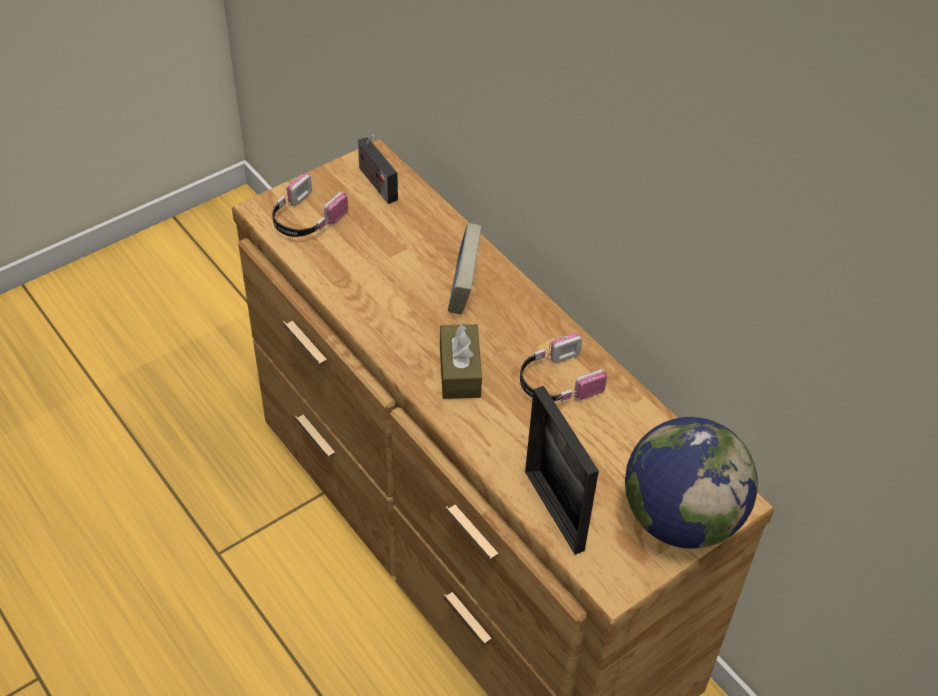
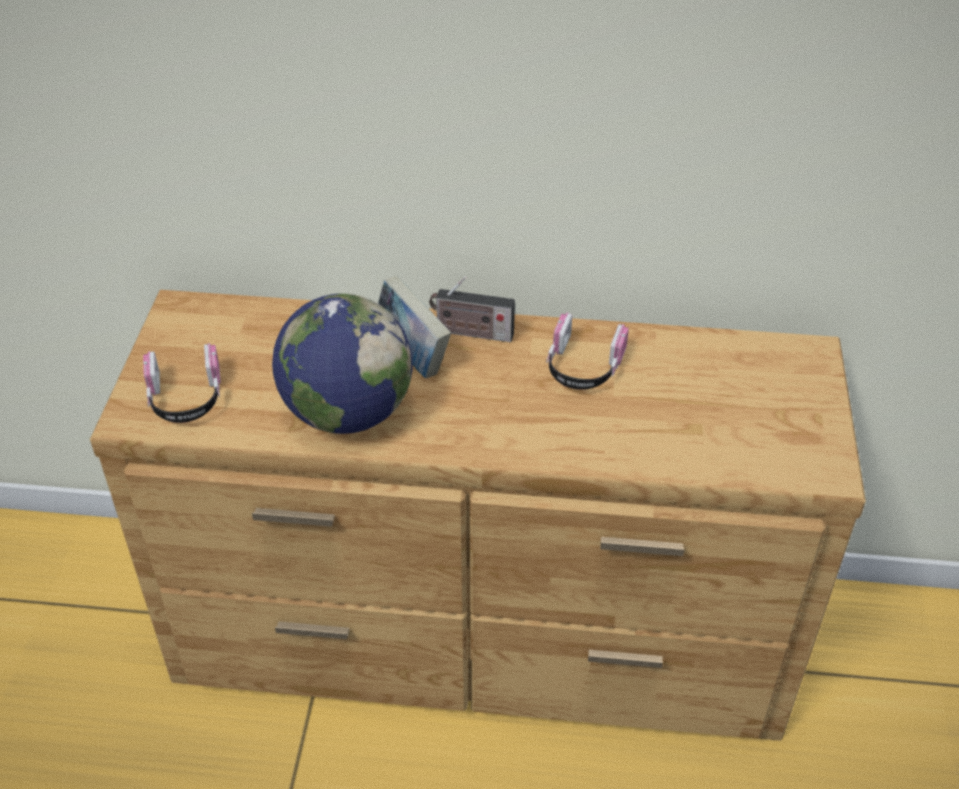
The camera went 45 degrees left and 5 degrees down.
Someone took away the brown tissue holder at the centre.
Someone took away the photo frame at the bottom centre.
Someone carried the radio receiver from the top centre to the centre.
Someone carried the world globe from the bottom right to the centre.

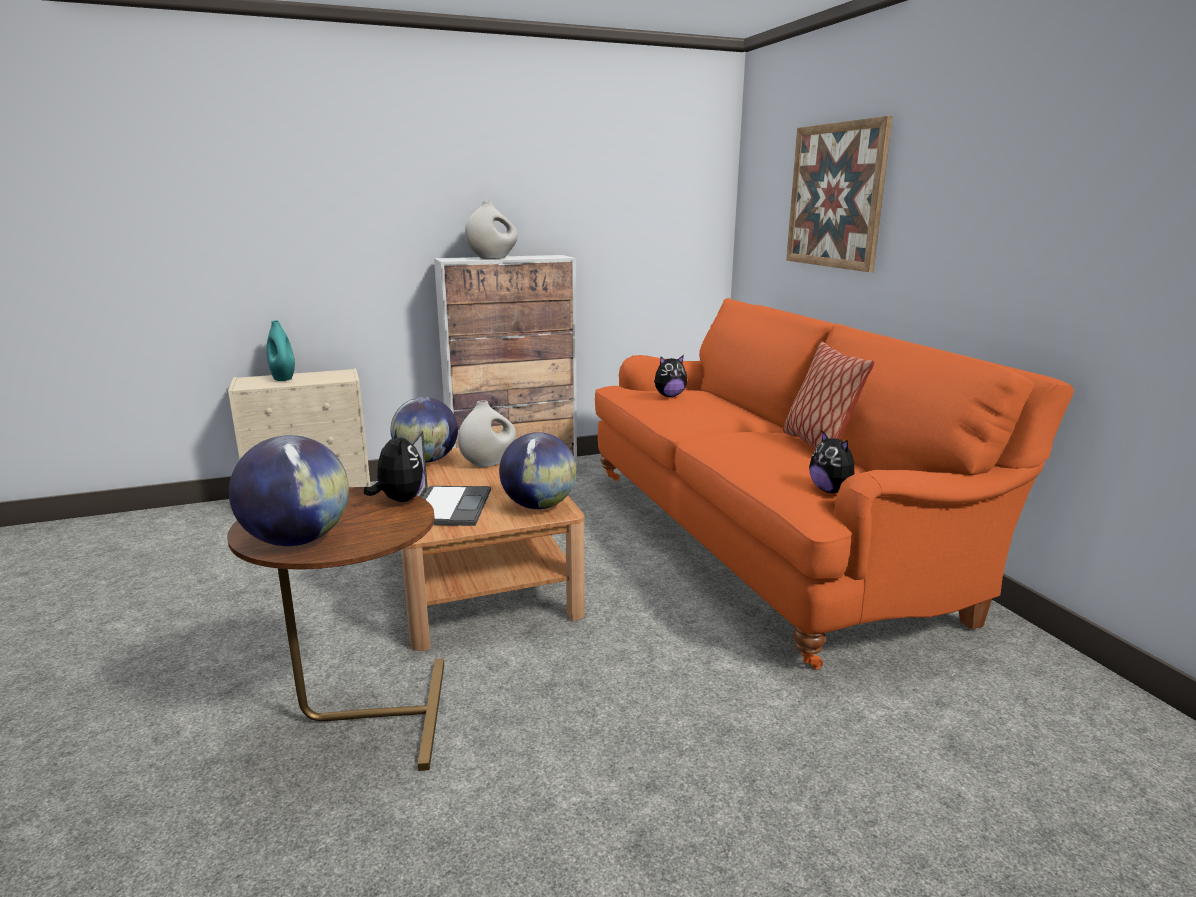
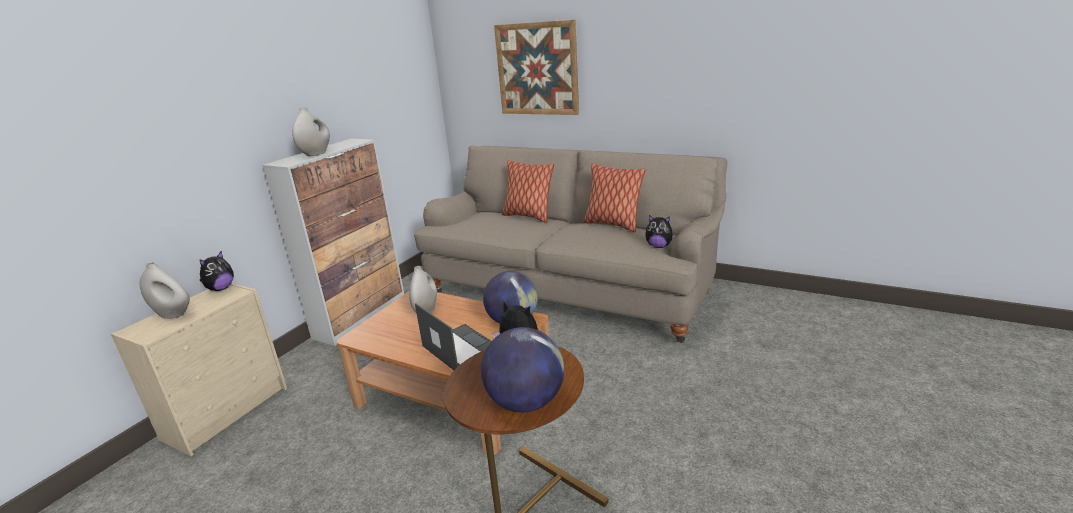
The camera went 40 degrees left and 5 degrees up.
Someone took away the world globe (2nd from left) at the centre.
Someone put down the throw pillow (1st from left) at the centre.
Someone carried the soft toy (2nd from left in the first image) from the centre to the middle left.
Someone repainted the turquoise vase at the middle left, which became the white-coloured vase (1st from left) at the middle left.
Someone repainted the orange settee at the middle right, which became the beige settee at the centre.

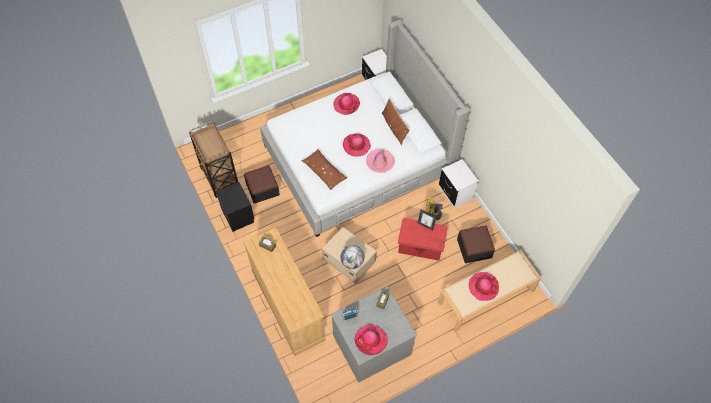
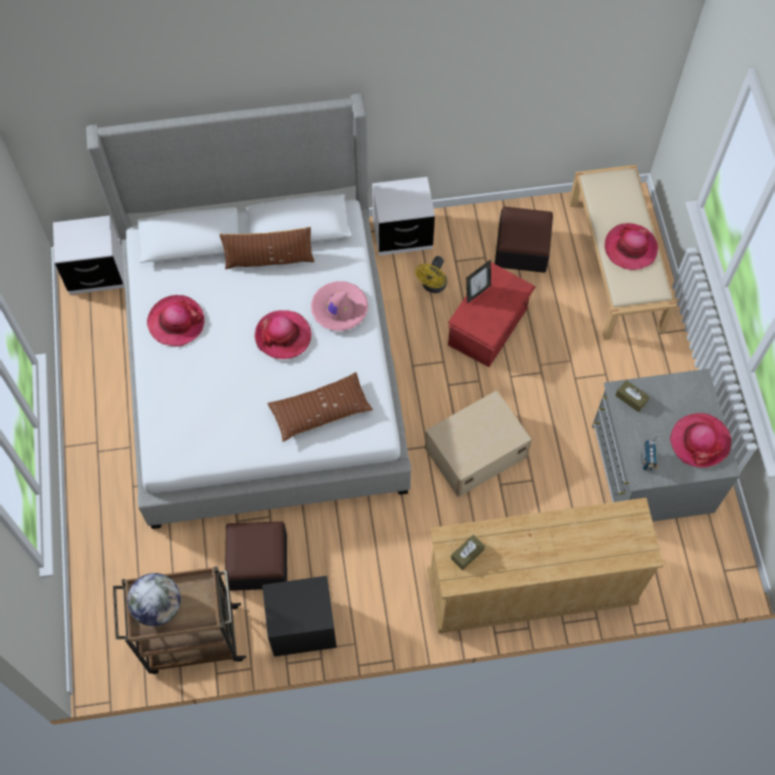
The camera went 70 degrees left and 5 degrees up.
Someone carried the world globe from the centre to the bottom left.

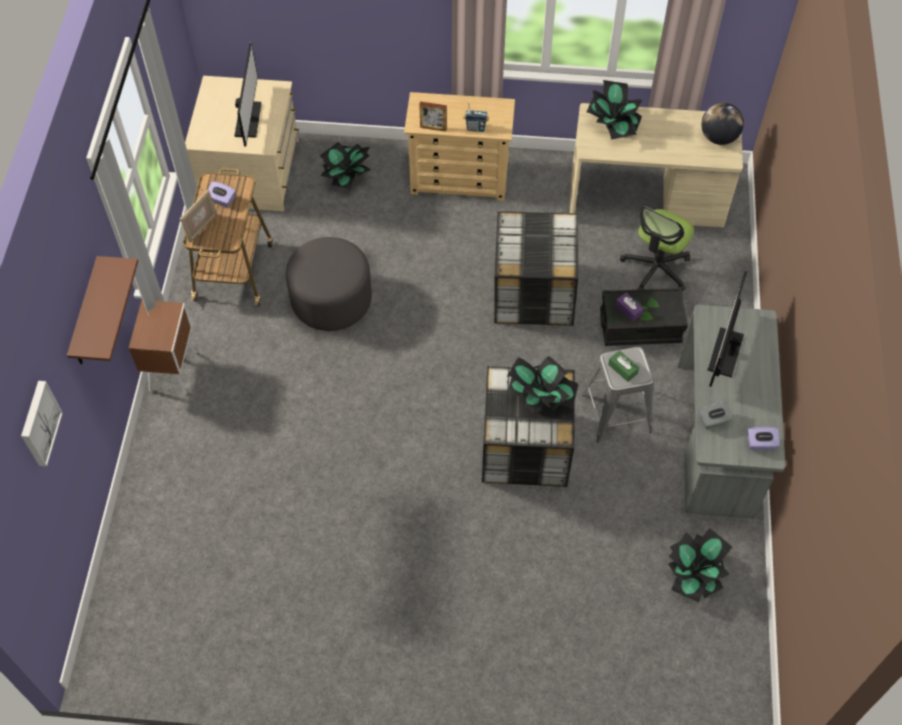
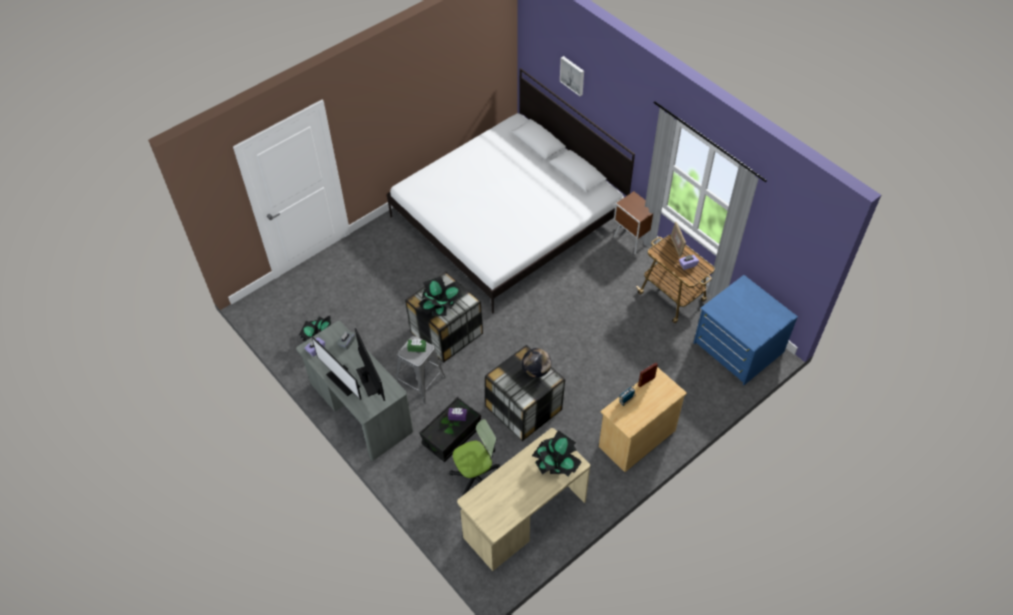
The camera went 135 degrees right and 5 degrees down.
Someone took away the brown bracket shelf at the middle left.
Someone took away the gray pouffe at the centre.
Someone took away the houseplant (1st from left) at the top centre.
Someone put down the white-coloured bedroom bed at the top centre.
Someone carried the computer screen (1st from left) from the top left to the middle left.
Someone carried the world globe from the top right to the centre.
Someone repainted the beige chest of drawers (1st from left) at the top left, which became the blue-coloured chest of drawers at the middle right.
Someone rotated the office chair at the middle right by 75 degrees clockwise.

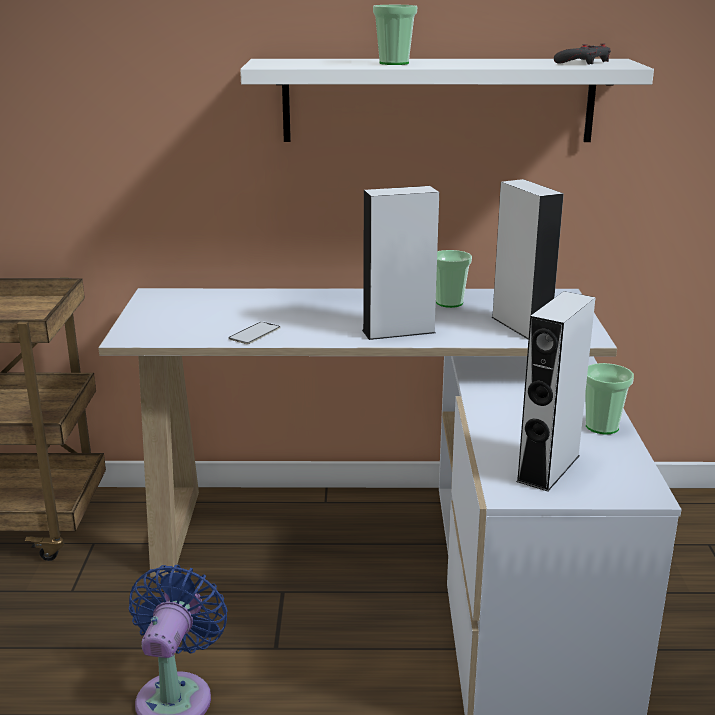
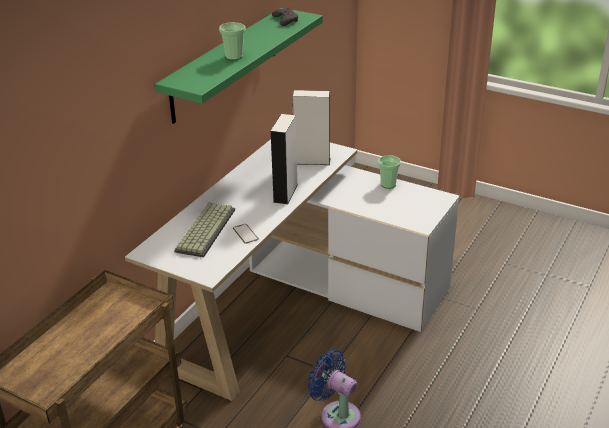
The camera went 60 degrees left and 10 degrees up.
Someone took away the drinking cup (2nd from left) at the centre.
Someone took away the gray speaker (3rd from left) at the middle right.
Someone put down the PC keyboard at the centre.
Someone repainted the white-coloured bracket shelf at the top centre, which became the greenish bracket shelf at the top centre.

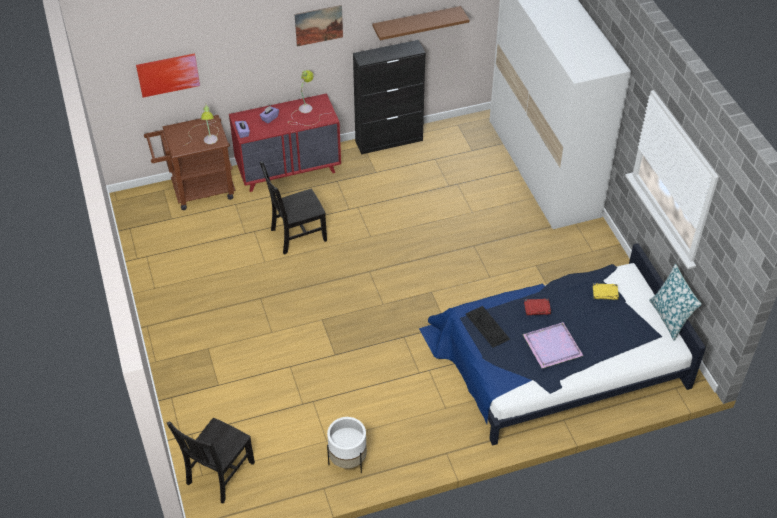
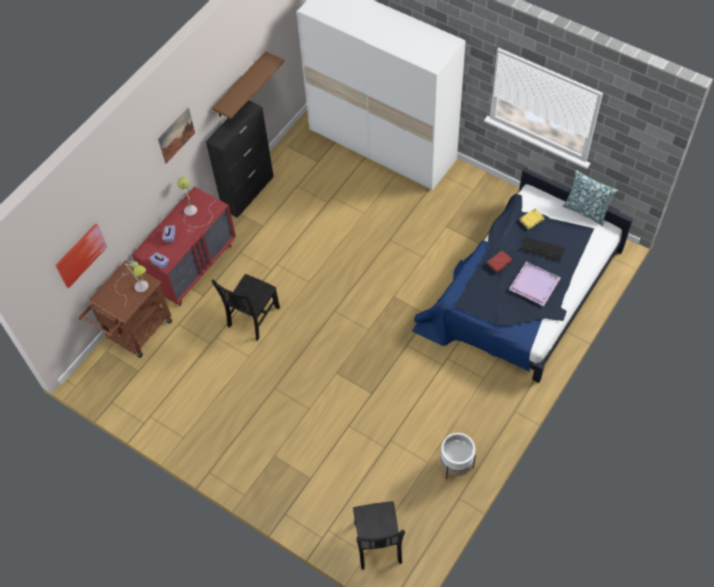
The camera went 35 degrees left and 10 degrees up.
Someone carried the PC keyboard from the centre to the middle right.

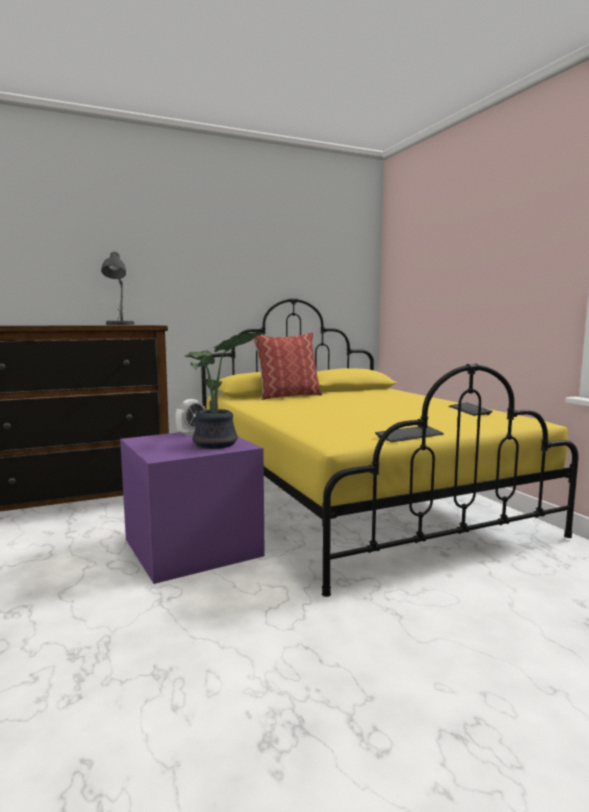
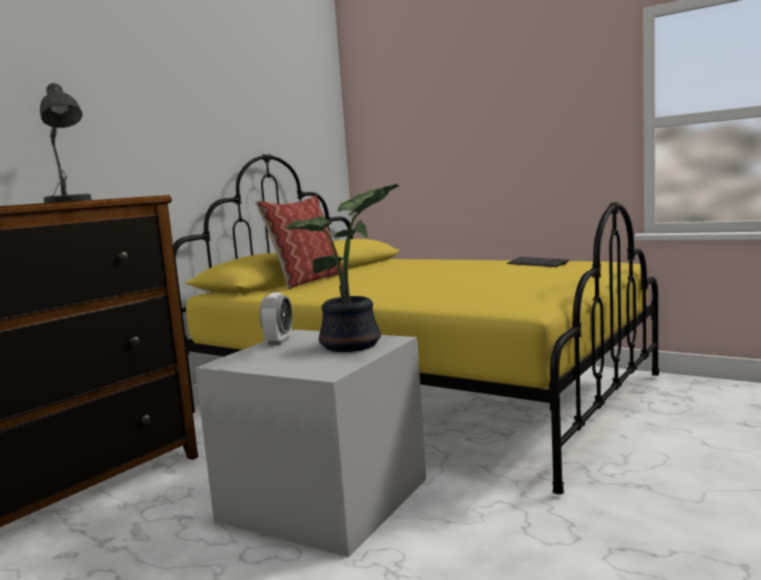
The camera went 30 degrees left and 0 degrees up.
Someone took away the PC keyboard (1st from left) at the middle right.
Someone repainted the purple-coloured storage box at the middle left, which became the gray storage box at the bottom centre.

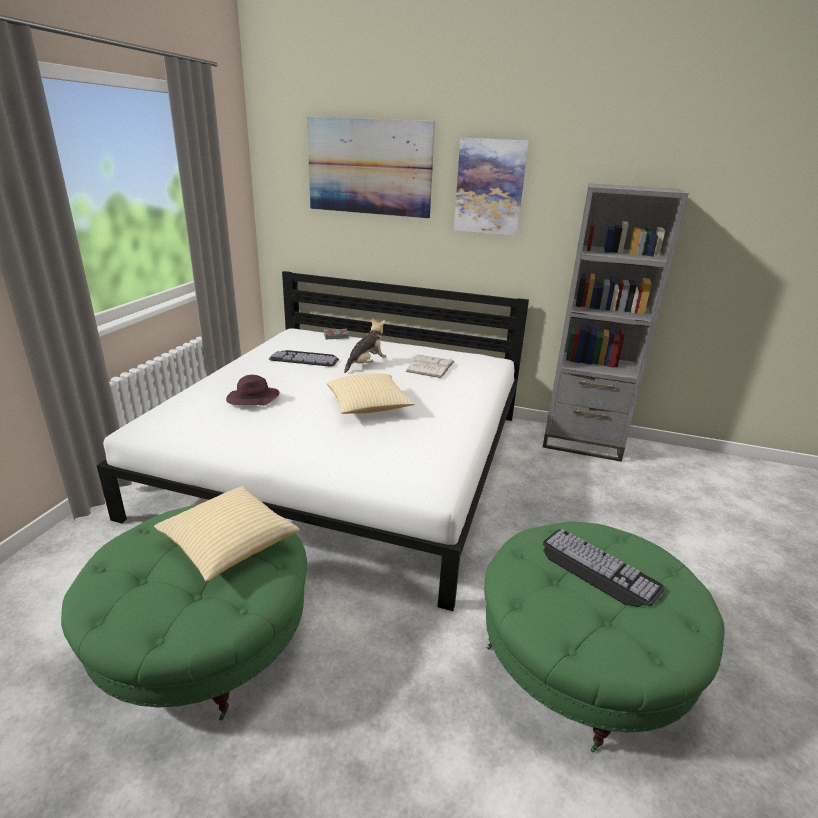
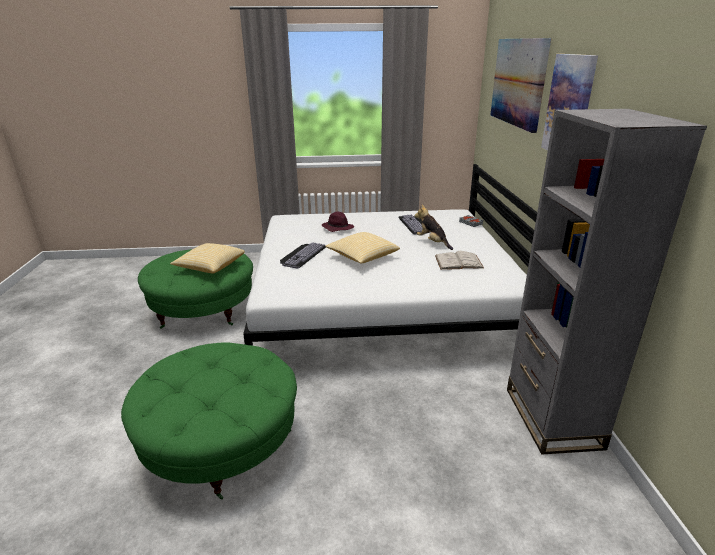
The camera went 70 degrees right and 0 degrees up.
Someone carried the PC keyboard (2nd from left in the first image) from the bottom right to the centre.
Someone rotated the soft toy at the centre by 150 degrees counterclockwise.

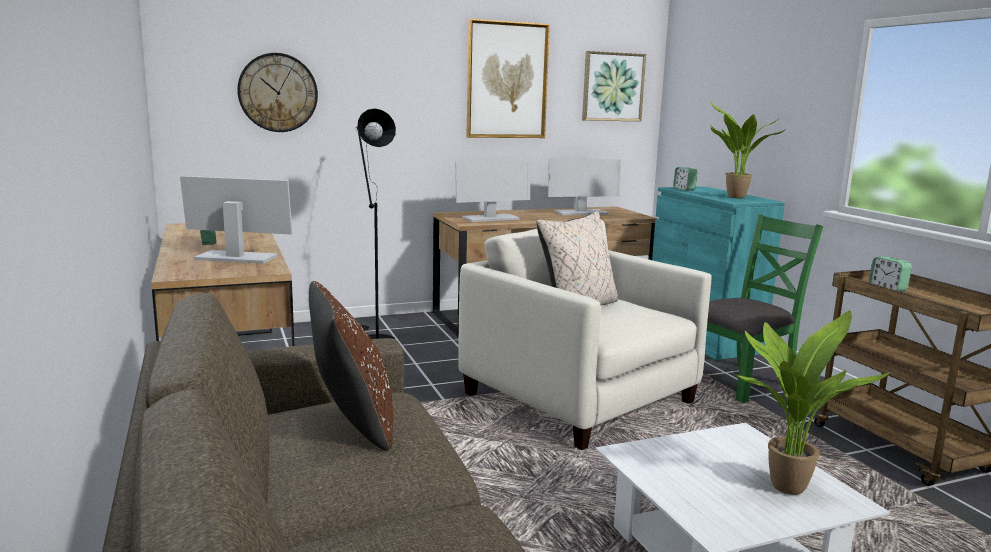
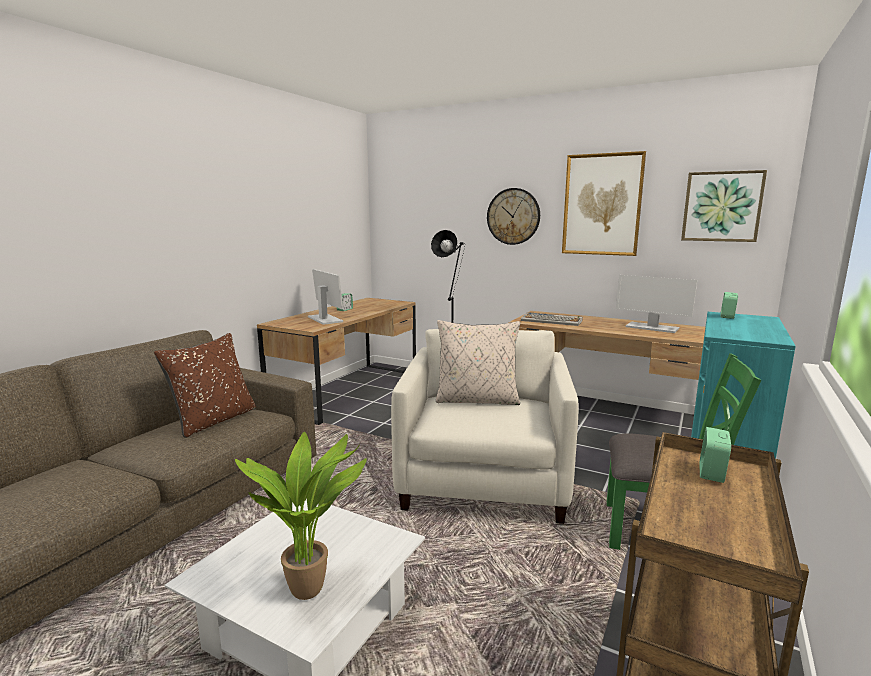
The camera went 50 degrees right and 0 degrees up.
Someone took away the houseplant (1st from left) at the top right.
Someone carried the wall clock from the top left to the top centre.
Someone swapped the computer screen (2nd from left) at the centre for the PC keyboard at the centre.

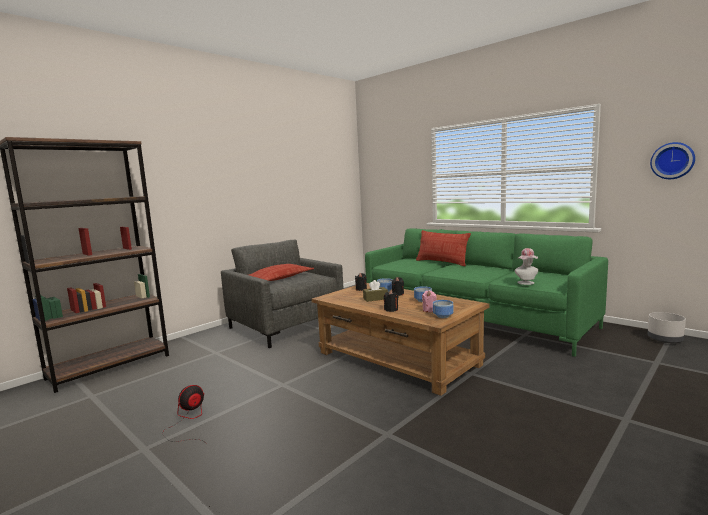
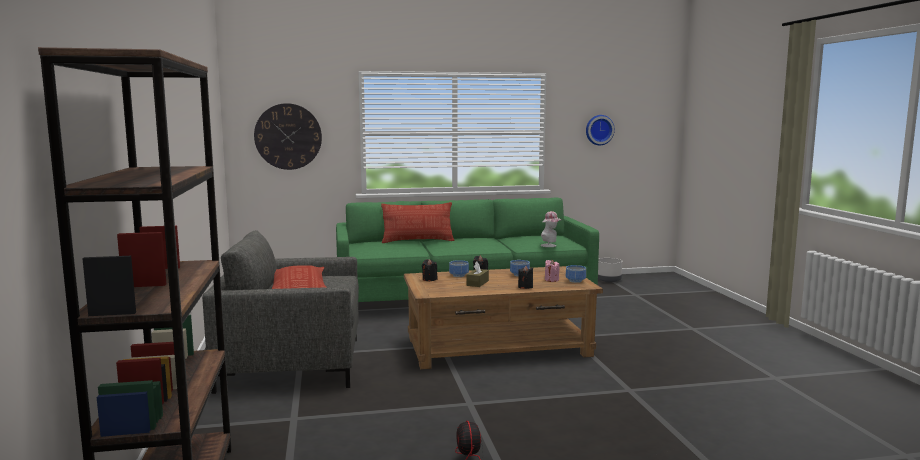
The camera went 55 degrees left and 0 degrees up.
Someone put up the wall clock (1st from left) at the top left.

